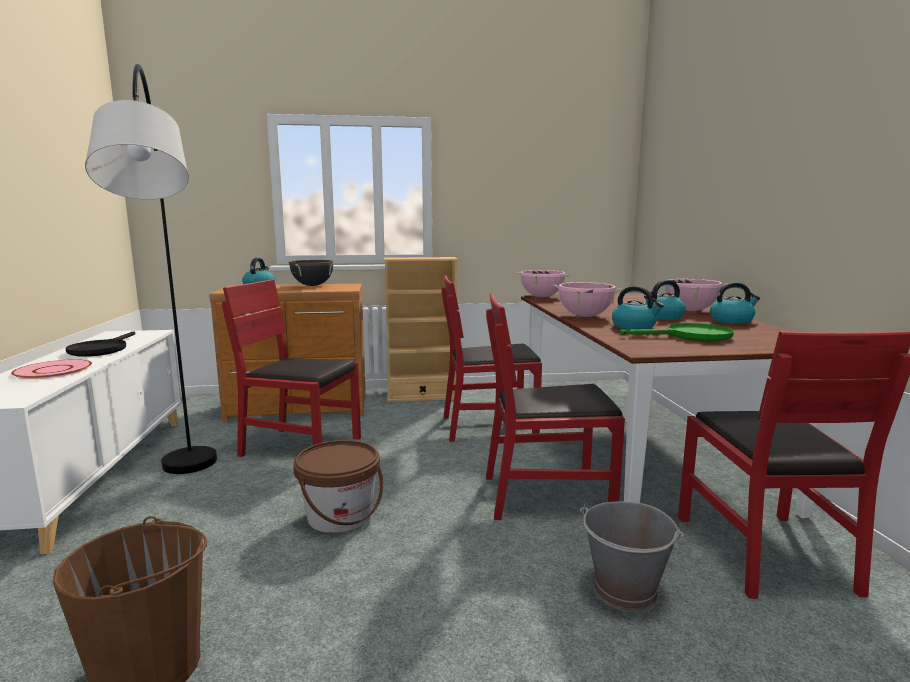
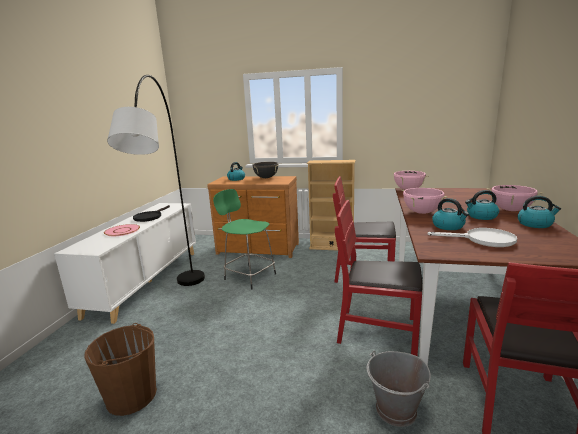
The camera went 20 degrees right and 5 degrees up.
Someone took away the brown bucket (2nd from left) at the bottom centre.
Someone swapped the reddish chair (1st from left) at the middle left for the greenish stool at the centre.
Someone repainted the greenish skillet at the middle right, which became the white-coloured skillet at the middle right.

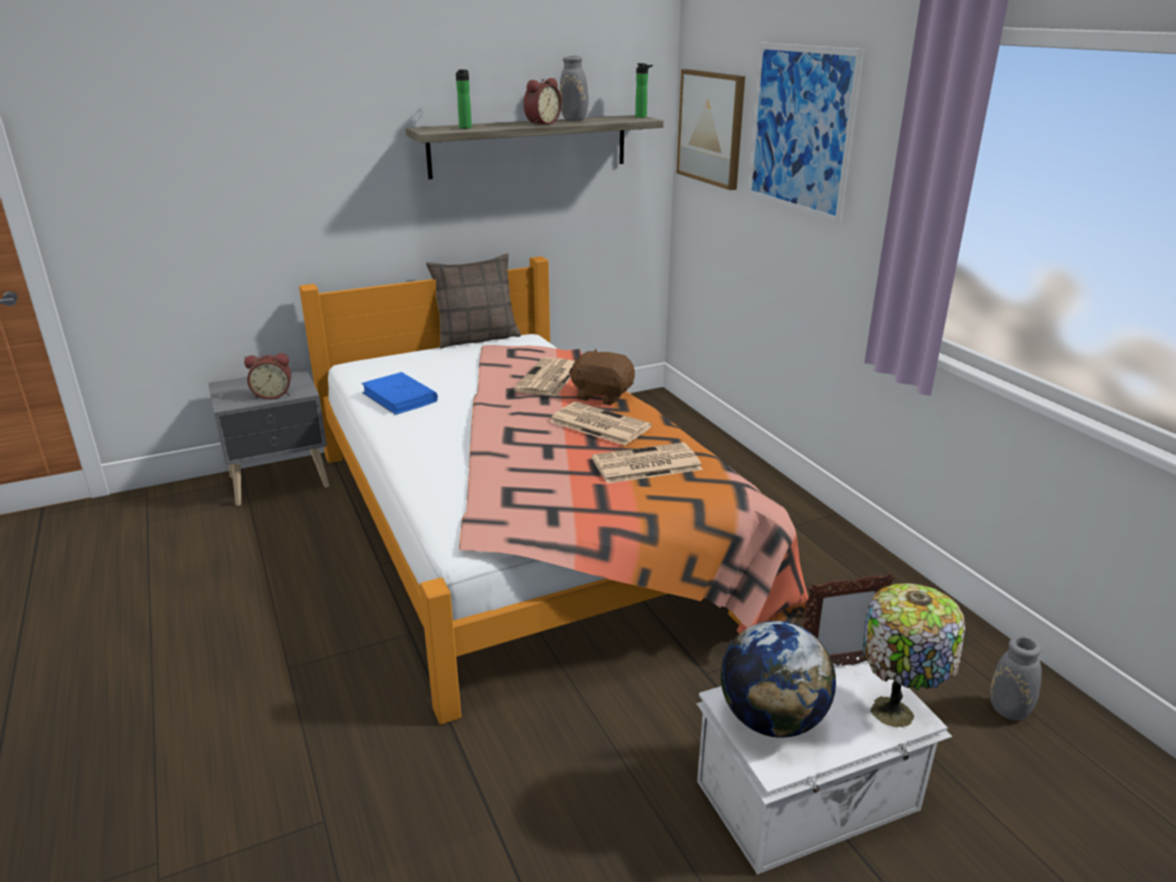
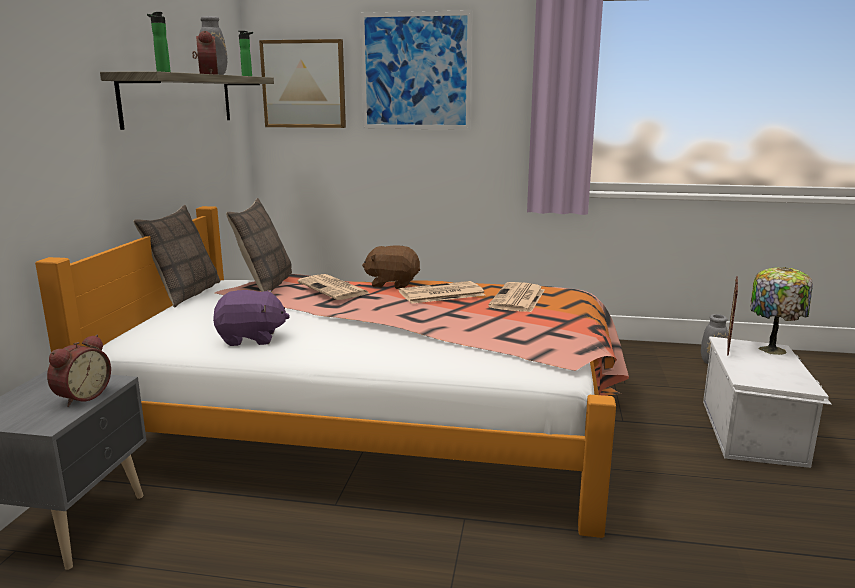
The camera went 55 degrees left and 10 degrees down.
Someone took away the world globe at the bottom centre.
Someone put down the throw pillow (2nd from left) at the middle left.
Someone swapped the blue-coloured book at the centre for the purple-coloured soft toy at the middle left.
Someone rotated the brown soft toy at the centre by 45 degrees clockwise.

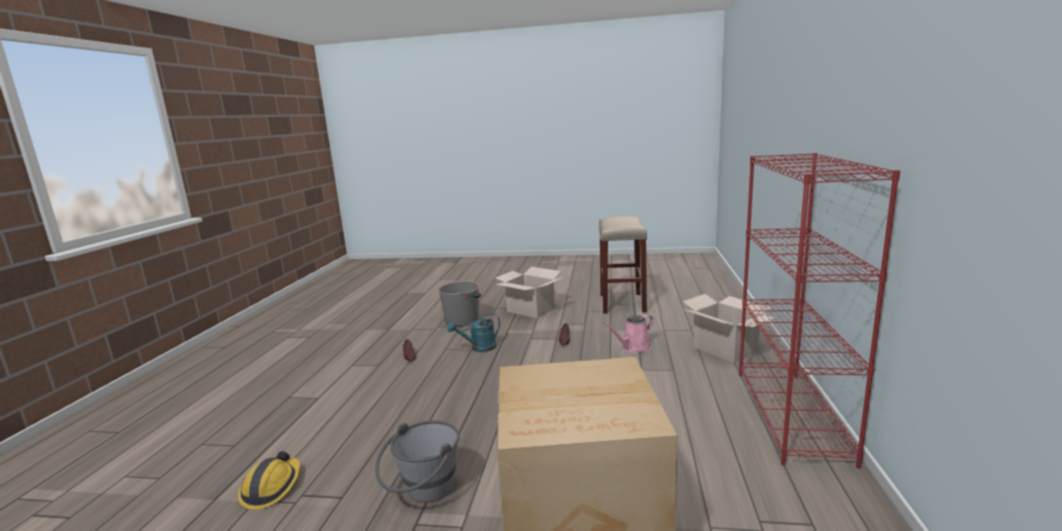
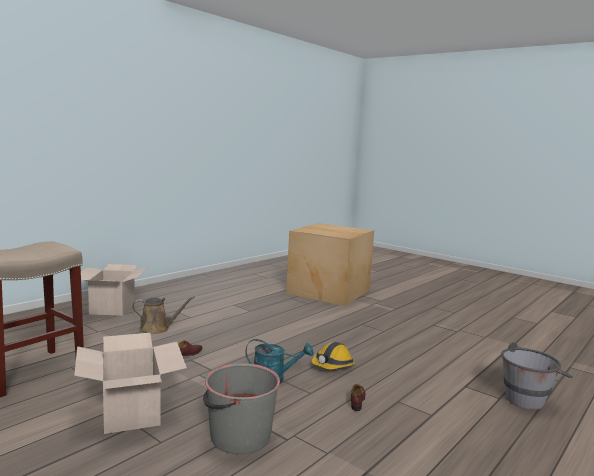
The camera went 150 degrees left and 5 degrees down.
Someone took away the reddish bookshelf at the middle right.
Someone carried the work helmet from the bottom left to the bottom centre.
Someone carried the gray bucket (1st from left in the first image) from the bottom centre to the bottom right.
Someone repainted the pink watering can at the centre, which became the brown watering can at the middle left.

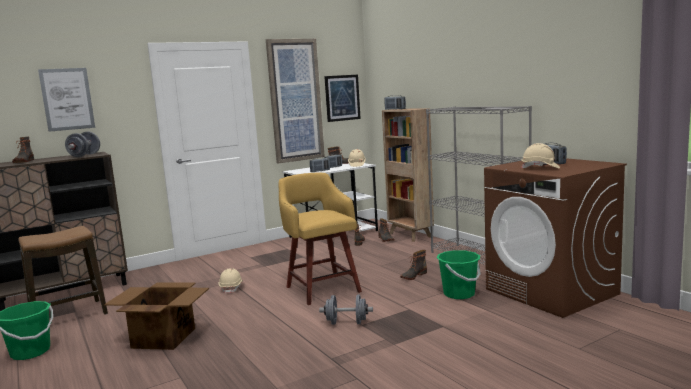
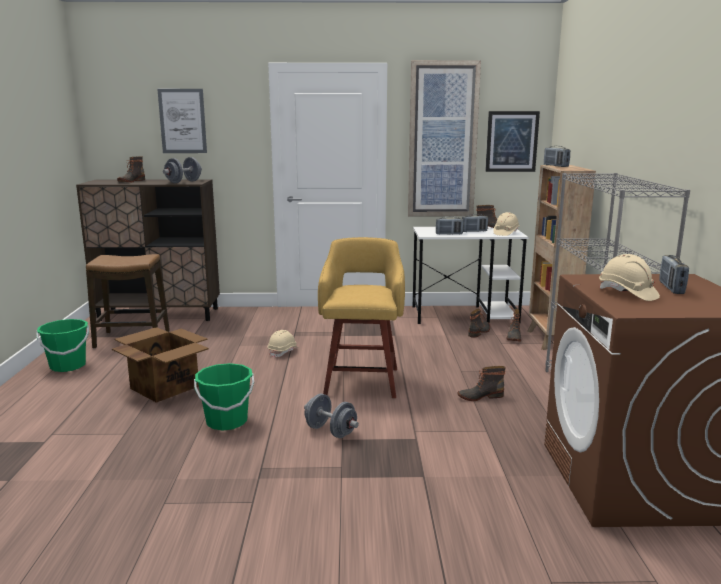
The camera went 30 degrees right and 5 degrees up.
Someone carried the greenish bucket (2nd from left) from the bottom centre to the bottom left.

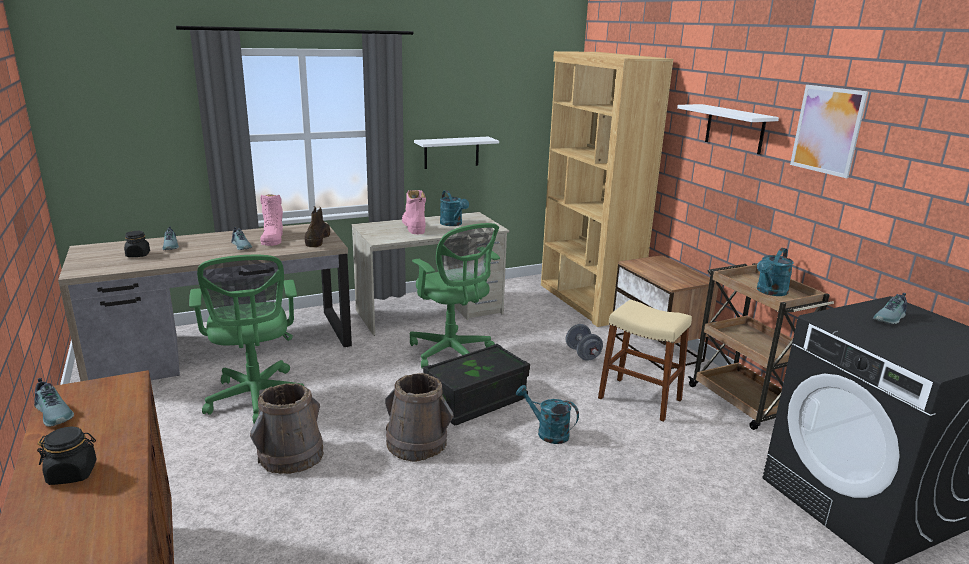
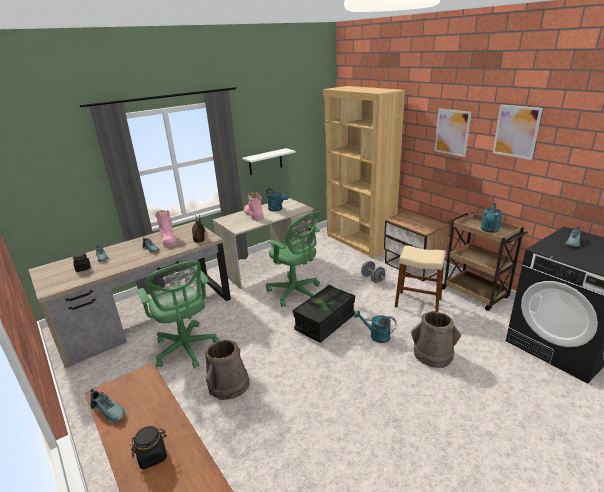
The camera went 10 degrees left and 5 degrees up.
Someone carried the brown bucket (2nd from left) from the bottom centre to the bottom right.
Someone swapped the white-coloured bracket shelf (2nd from left) at the top right for the picture (1st from left) at the top right.

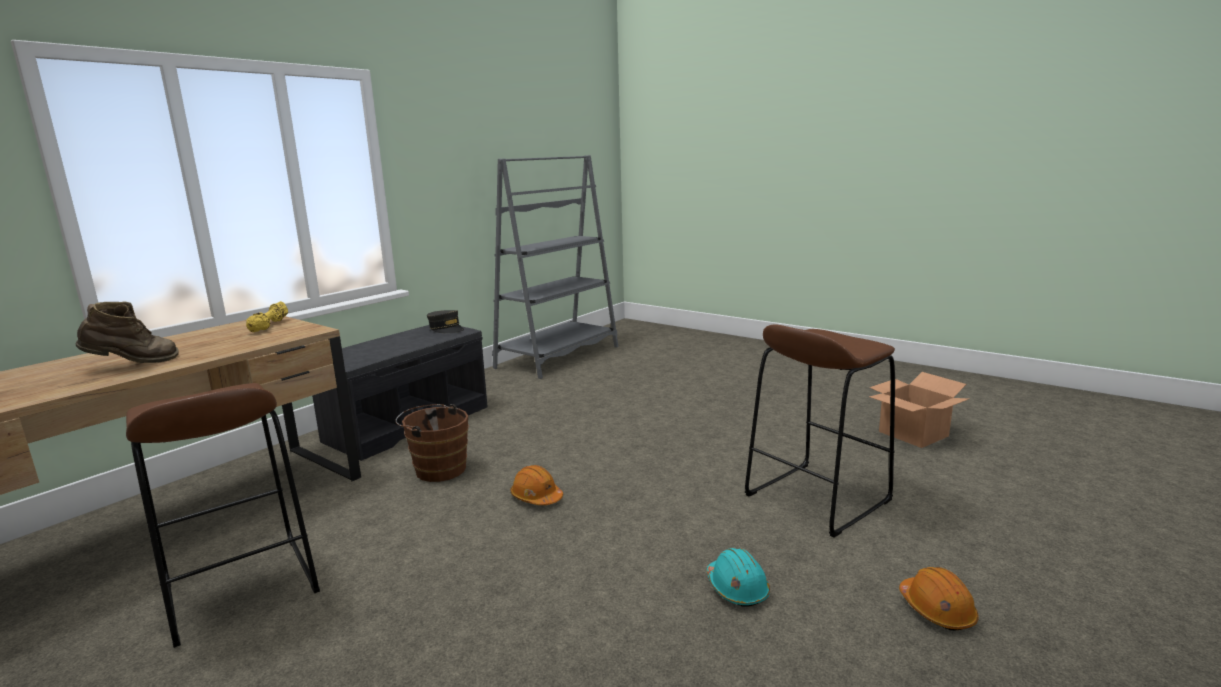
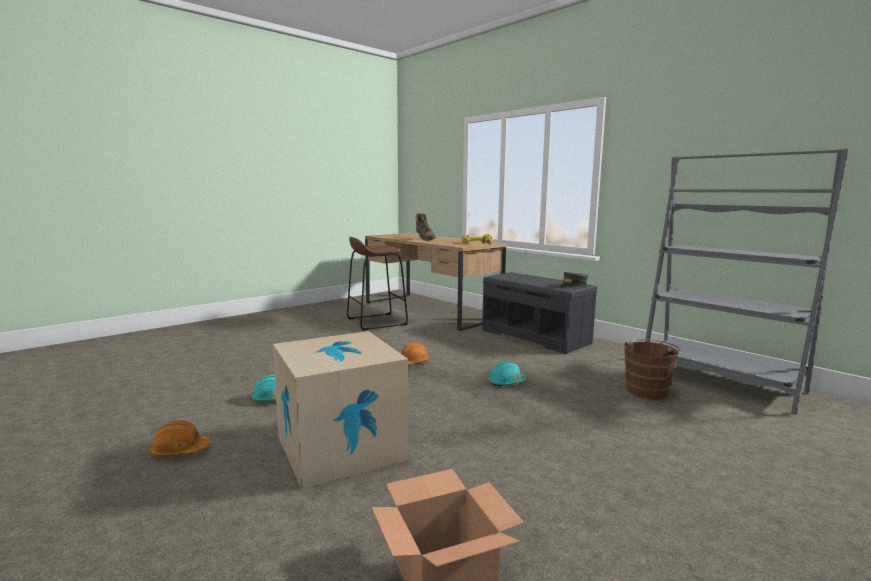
The camera went 100 degrees right and 5 degrees down.
Someone put down the turquoise work helmet (2nd from left) at the centre.
Someone carried the brown bucket from the centre to the middle right.
Someone swapped the brown stool (2nd from left) at the middle right for the carton (1st from left) at the bottom centre.

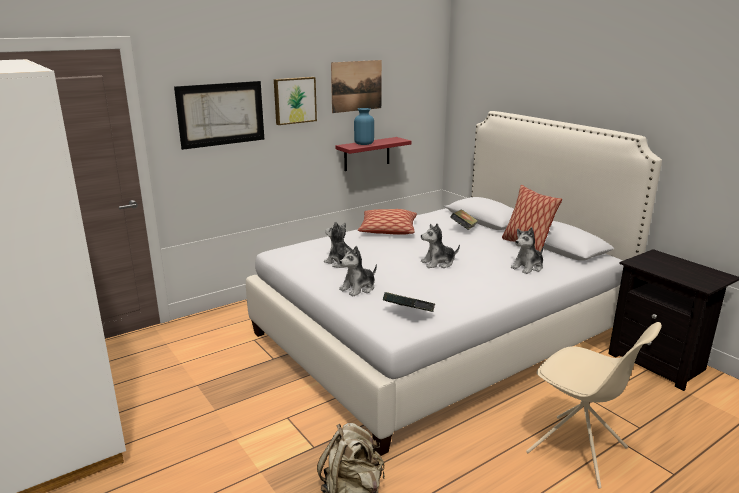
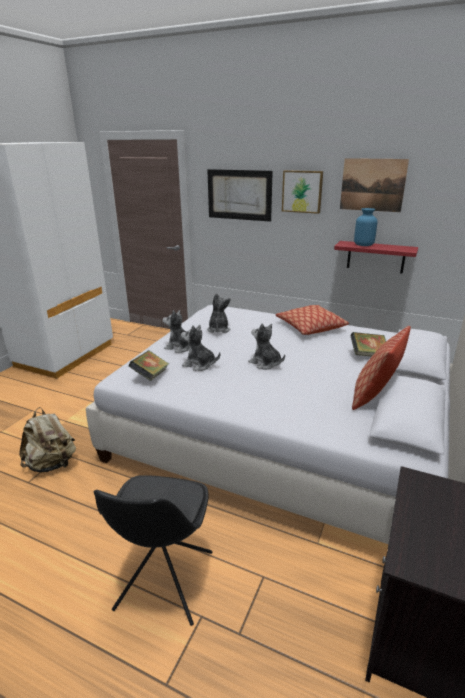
The camera went 60 degrees right and 5 degrees up.
Someone carried the soft toy (4th from left in the first image) from the middle right to the centre.
Someone repainted the beige chair at the bottom right, which became the black chair at the bottom left.

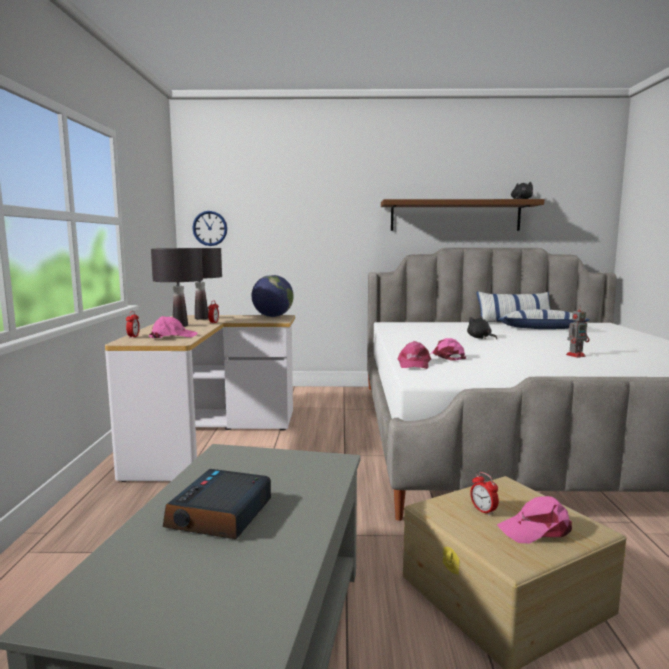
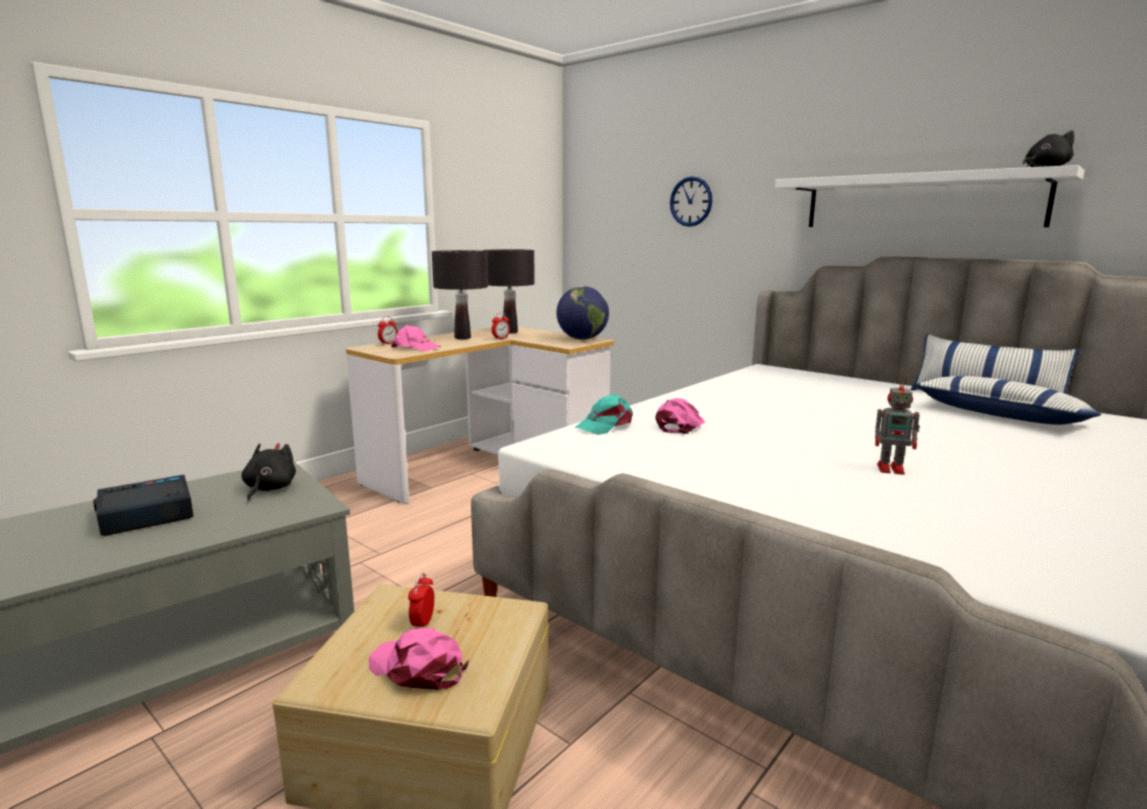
The camera went 40 degrees right and 5 degrees up.
Someone carried the wall clock from the middle left to the top centre.
Someone carried the black soft toy (1st from left) from the middle right to the middle left.
Someone repainted the brown bracket shelf at the top right, which became the white-coloured bracket shelf at the top right.
Someone repainted the pink cap (2nd from left) at the centre, which became the turquoise cap at the centre.

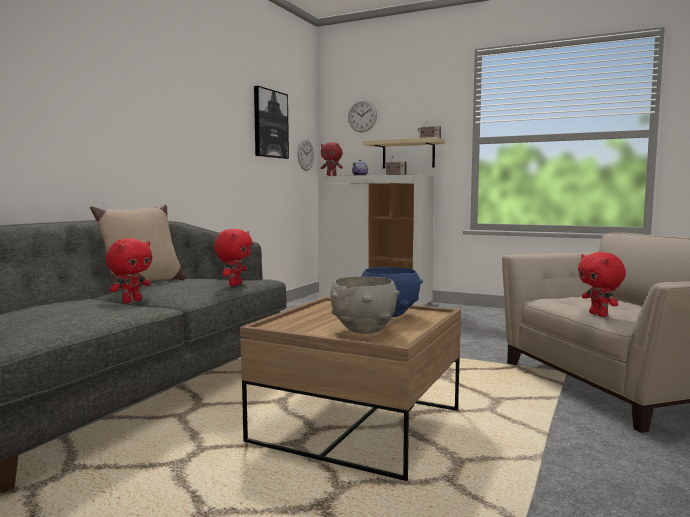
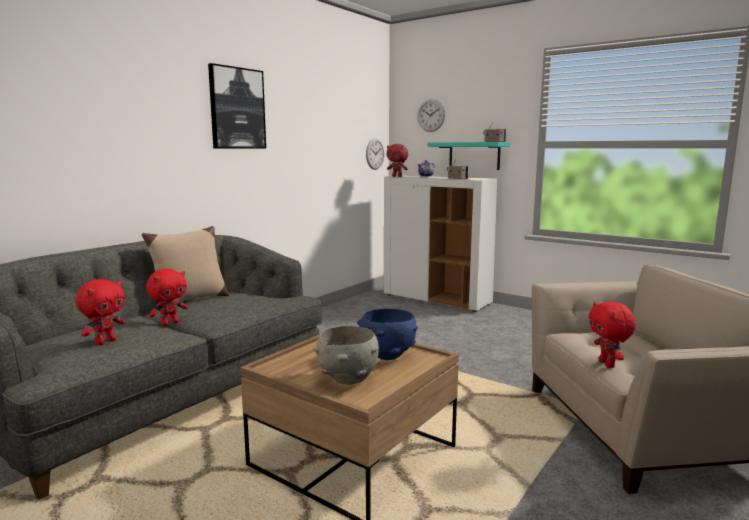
The camera went 10 degrees right and 5 degrees up.
Someone carried the reddish soft toy (2nd from left in the first image) from the centre to the middle left.
Someone carried the picture from the top centre to the top left.
Someone repainted the beige bracket shelf at the top centre, which became the turquoise bracket shelf at the top centre.

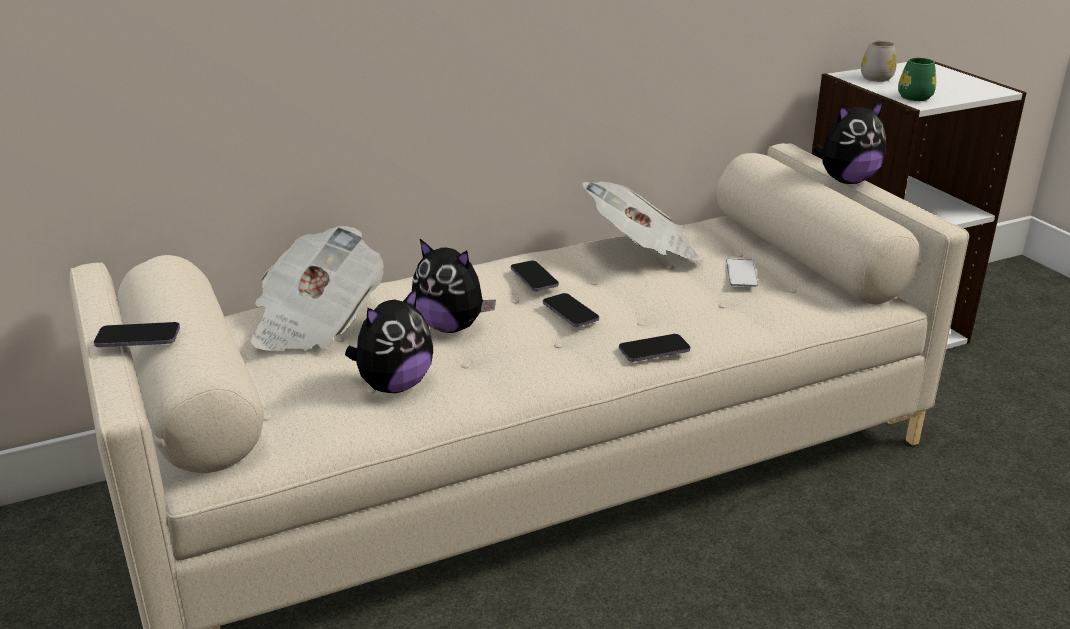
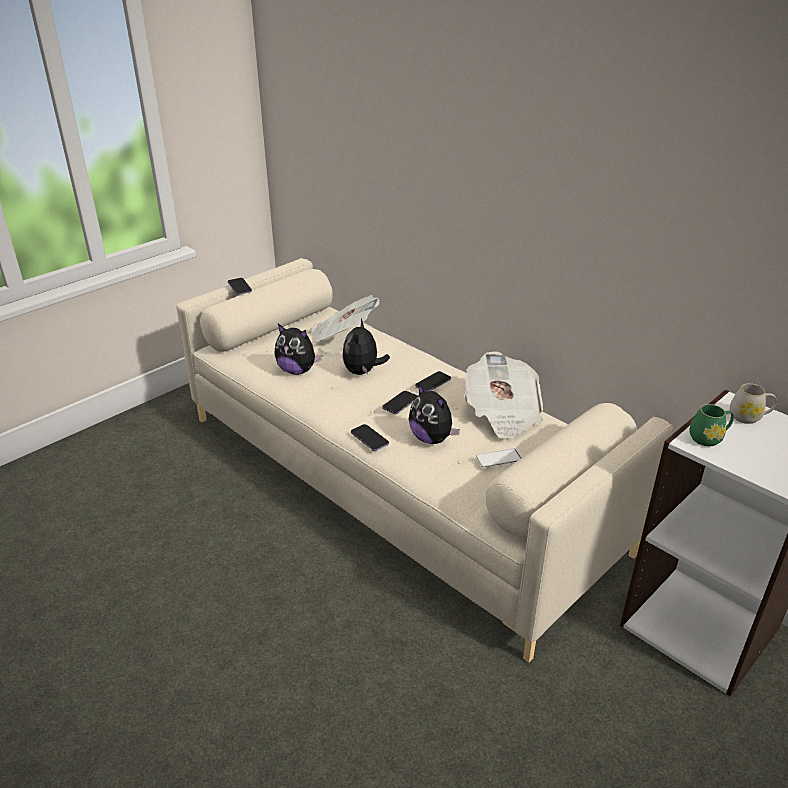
The camera went 70 degrees right and 5 degrees up.
Someone carried the soft toy (3rd from left) from the top right to the centre.

